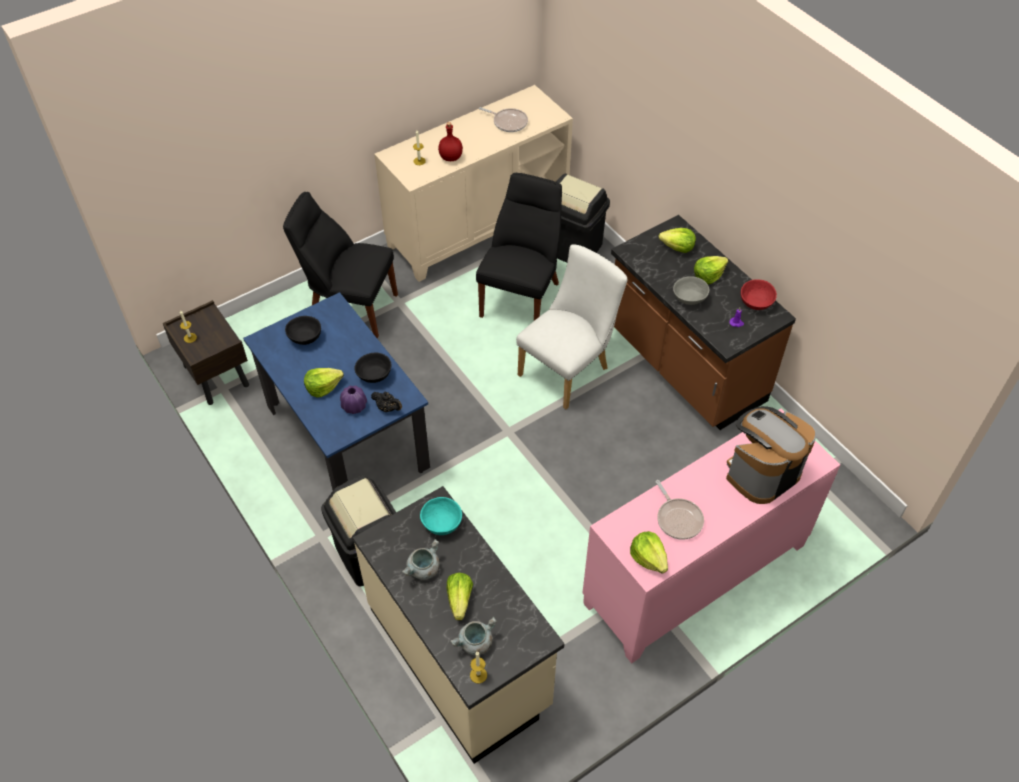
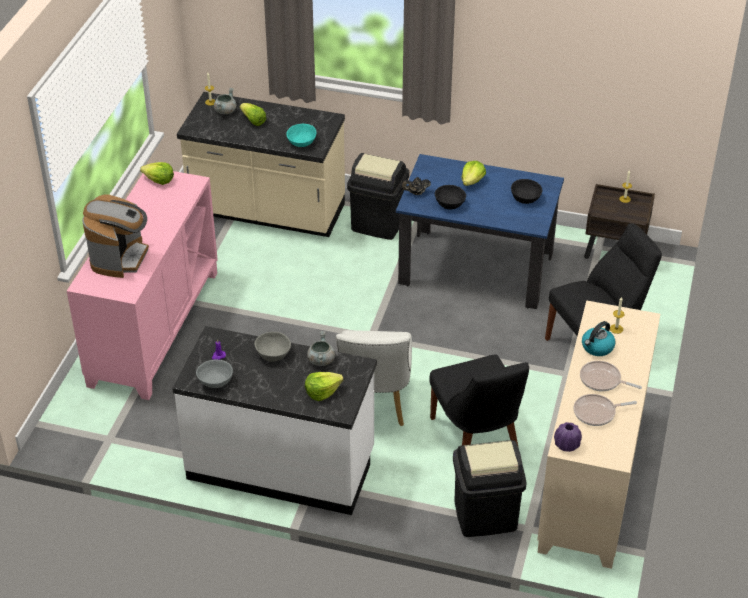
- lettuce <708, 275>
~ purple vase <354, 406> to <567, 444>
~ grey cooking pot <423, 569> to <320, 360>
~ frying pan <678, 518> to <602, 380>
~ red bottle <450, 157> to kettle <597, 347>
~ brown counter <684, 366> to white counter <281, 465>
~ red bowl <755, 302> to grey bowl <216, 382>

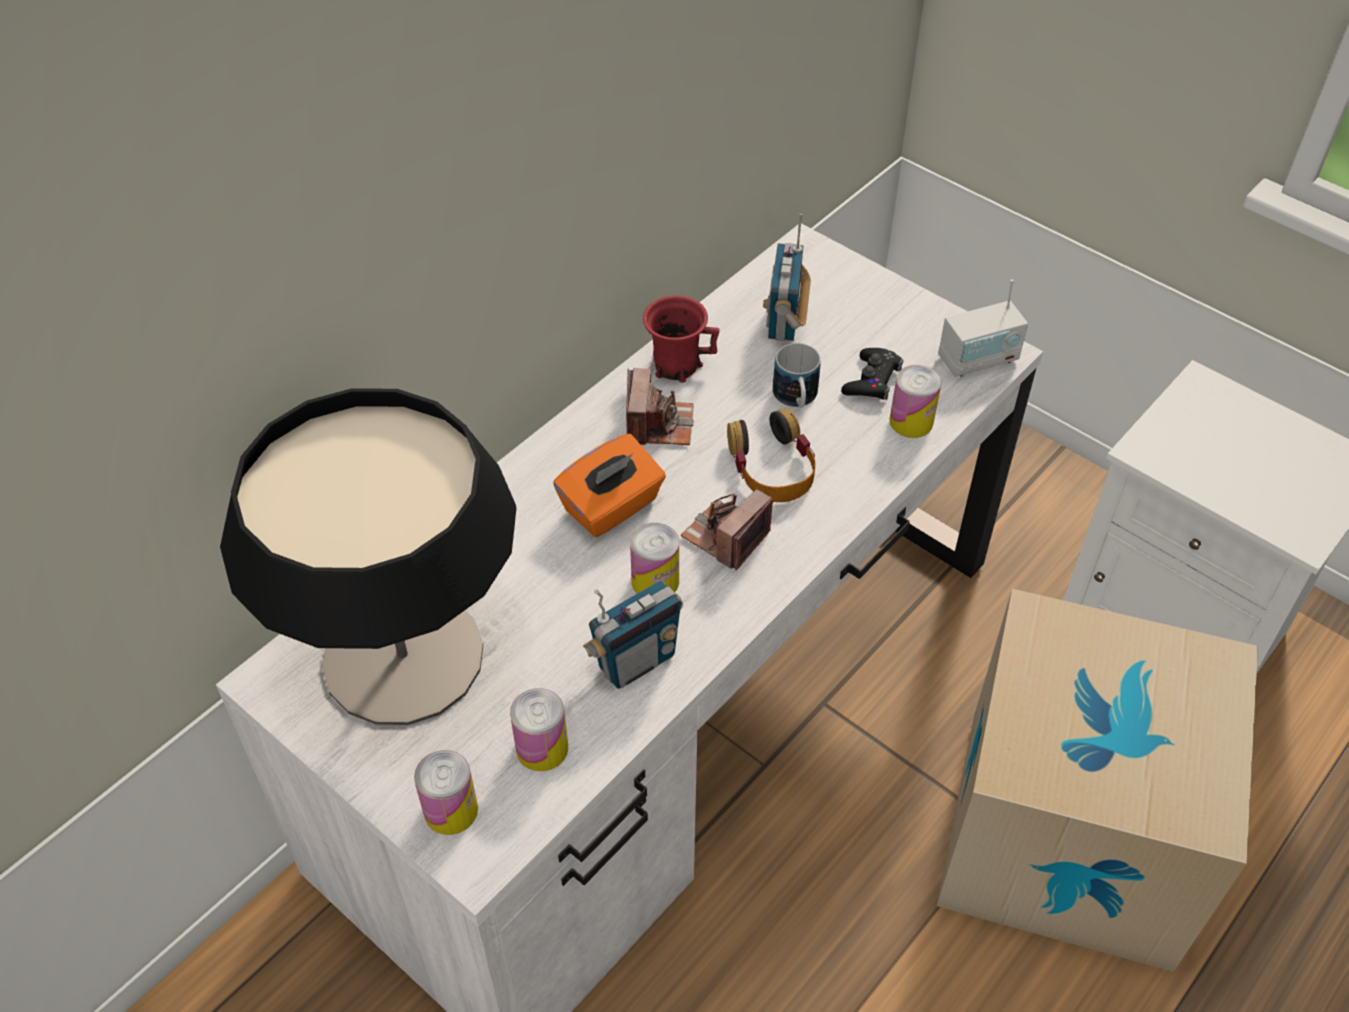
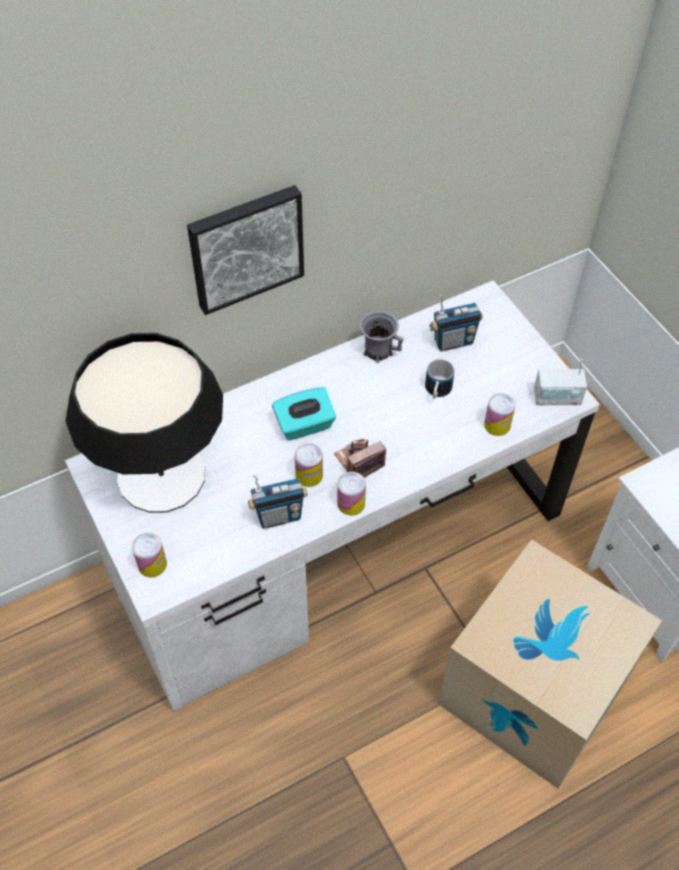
- photo camera <658, 424>
- headphones <772, 466>
- black game controller <872, 380>
+ picture <245, 247>
~ can <542, 748> to <351, 503>
~ orange tissue box <612, 507> to turquoise tissue box <305, 425>
~ red mug <676, 364> to grey mug <378, 350>
~ radio <784, 322> = <453, 342> 135 degrees counterclockwise

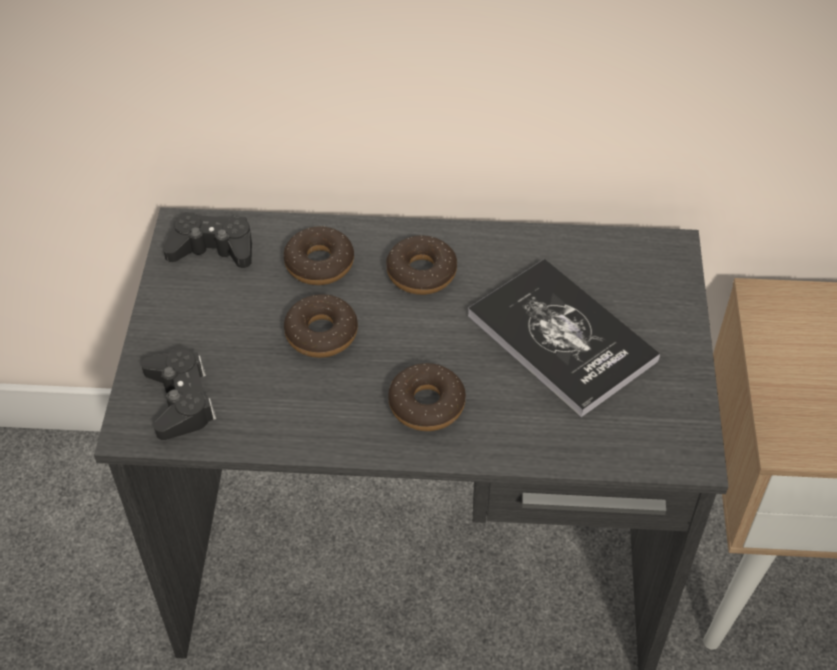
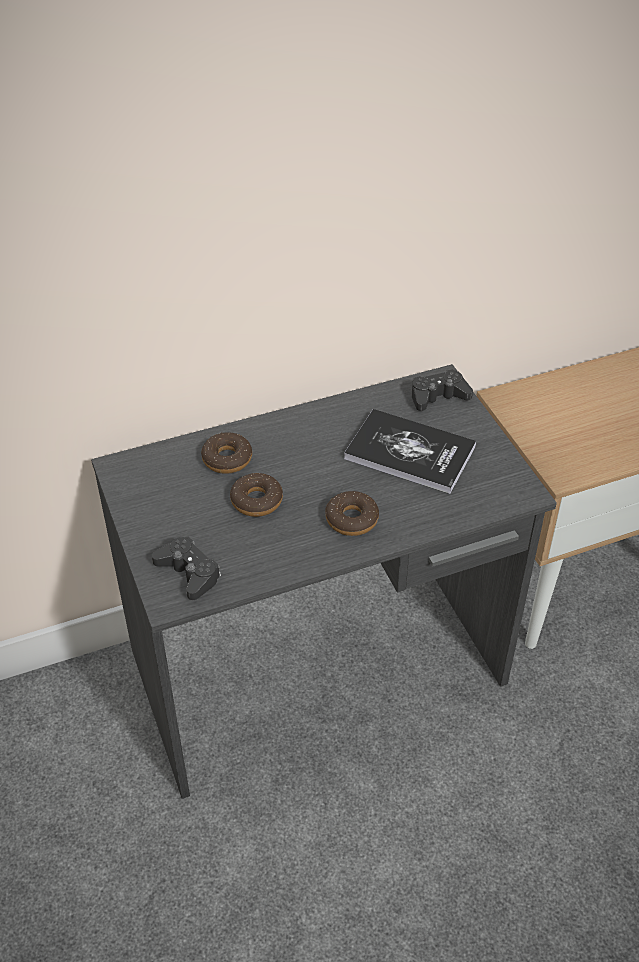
- donut <421, 273>
~ black game controller <213, 248> to <438, 396>

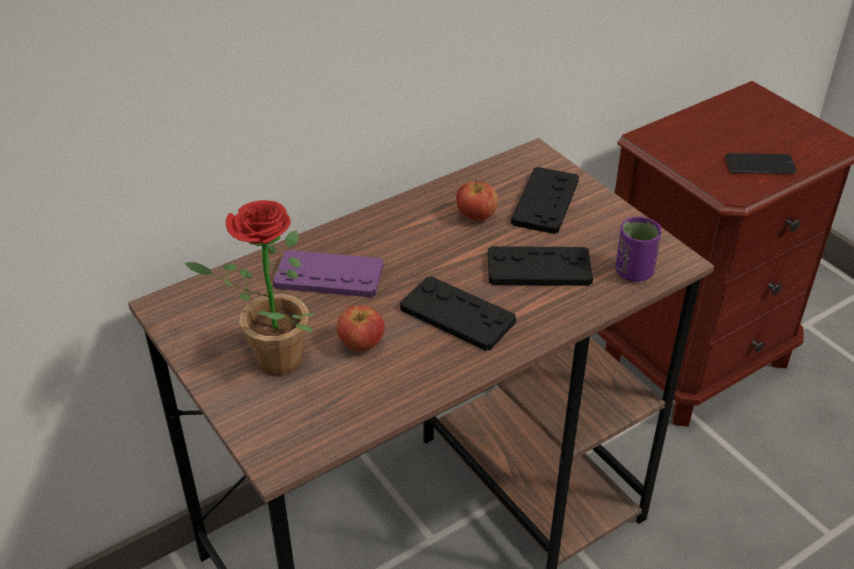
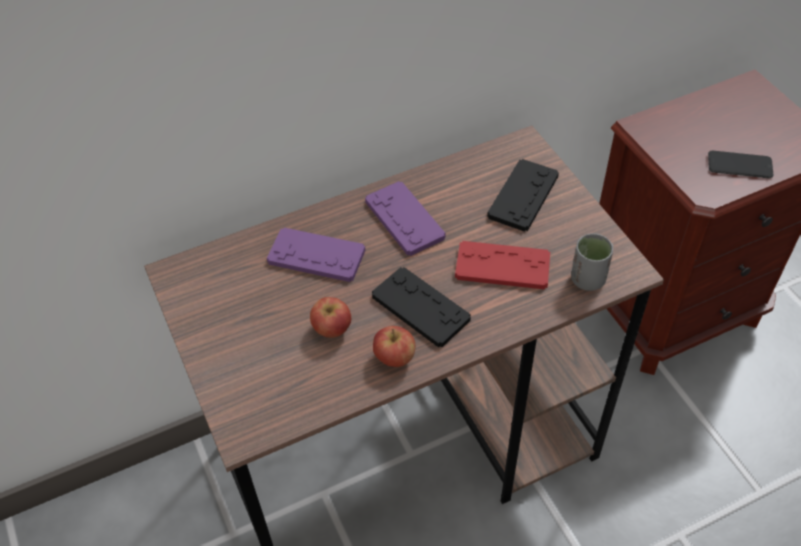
- potted plant <269, 362>
+ purple game controller <404, 219>
~ apple <476, 216> to <394, 358>
~ black game controller <539, 268> to red game controller <502, 266>
~ purple cup <633, 272> to grey cup <587, 279>

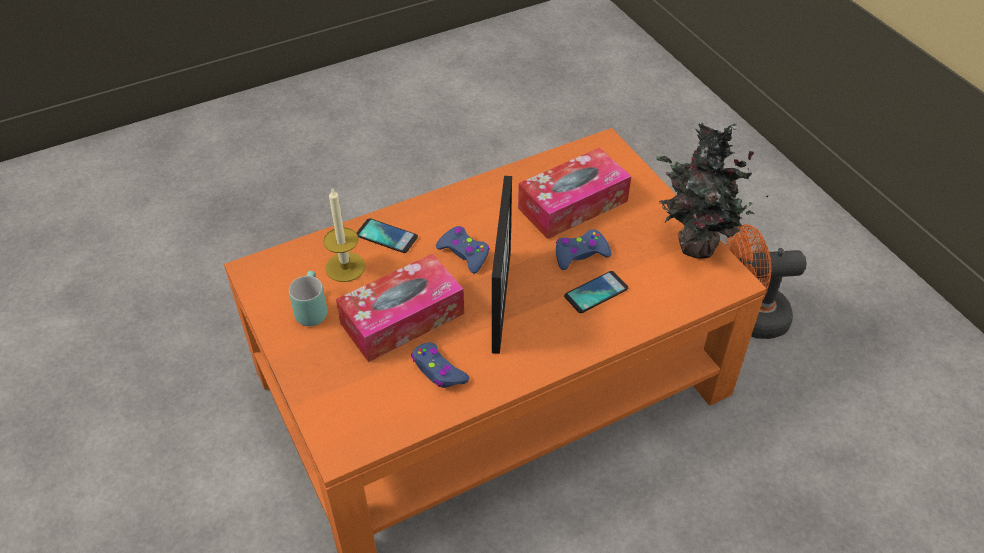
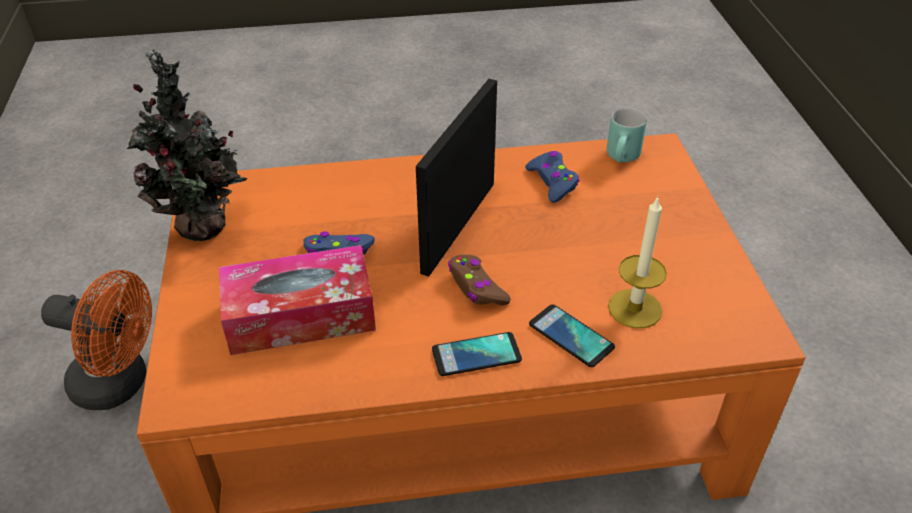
- tissue box <402, 318>
~ turquoise mug <310, 309> to <624, 159>
~ phone <596, 292> to <476, 355>
~ blue game controller <464, 253> to brown game controller <476, 287>

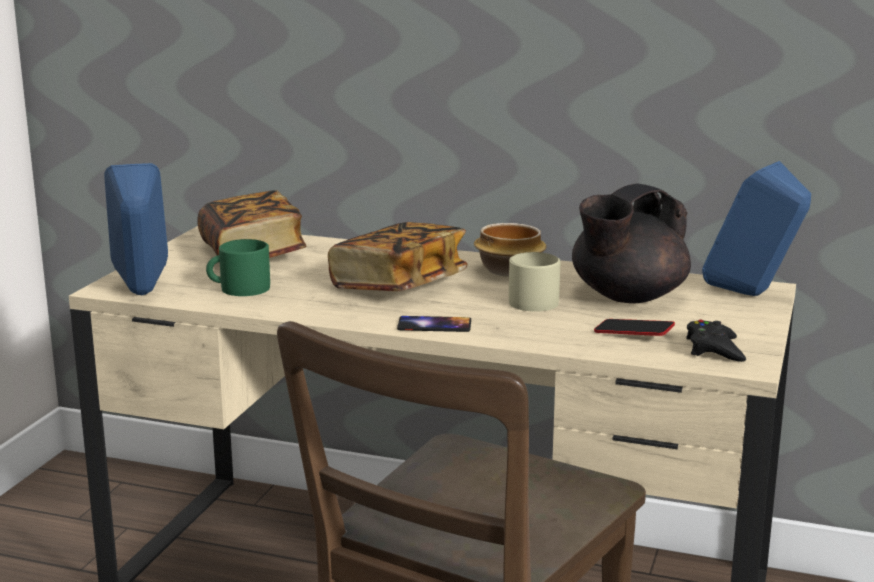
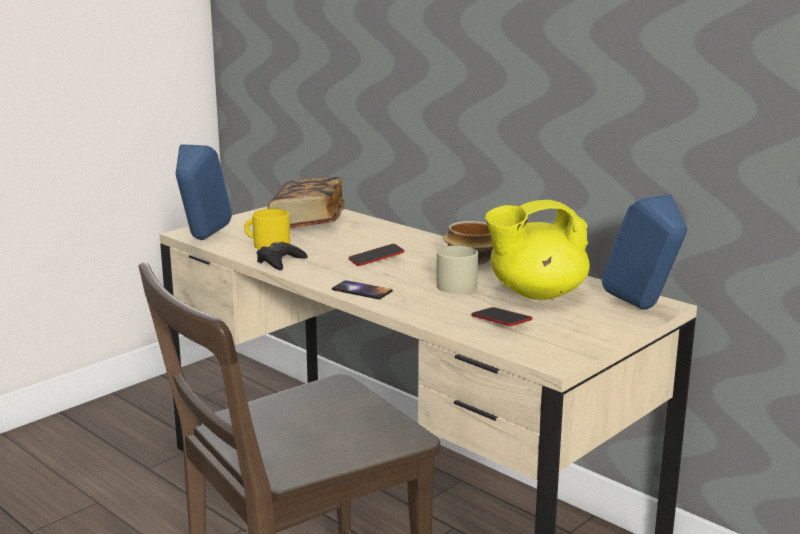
~ black game controller <714, 349> to <280, 261>
~ book <398, 285> to phone <376, 259>
~ green mug <239, 288> to yellow mug <267, 244>
~ black teapot <627, 297> to yellow teapot <535, 293>

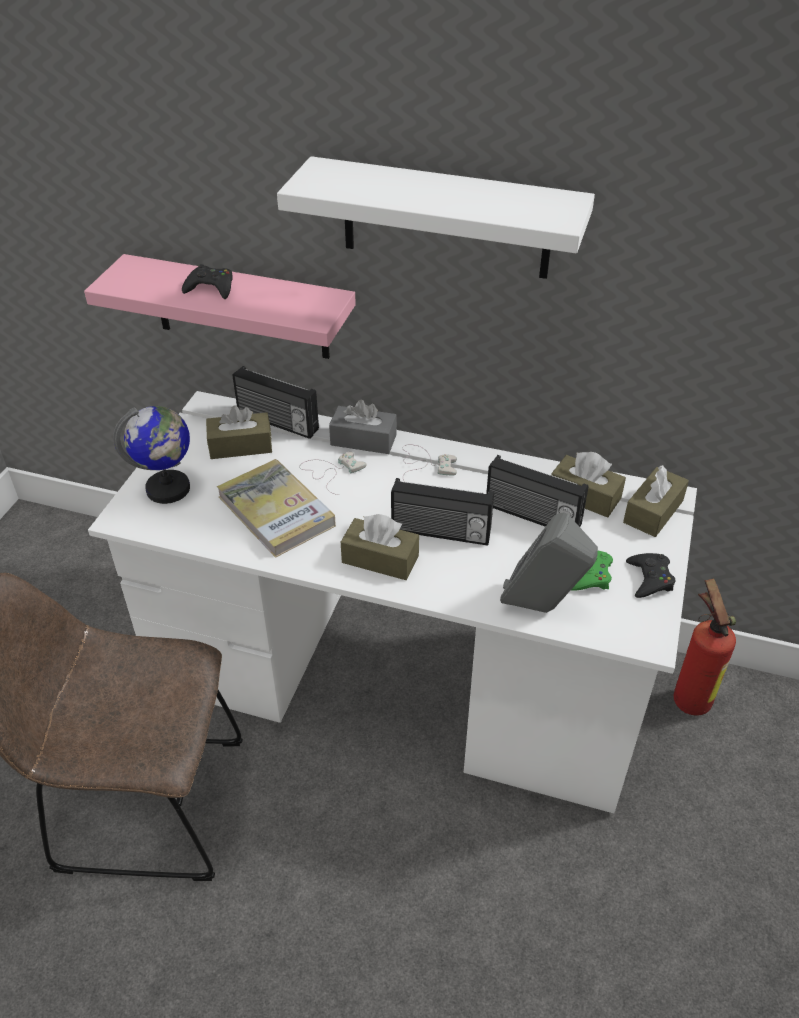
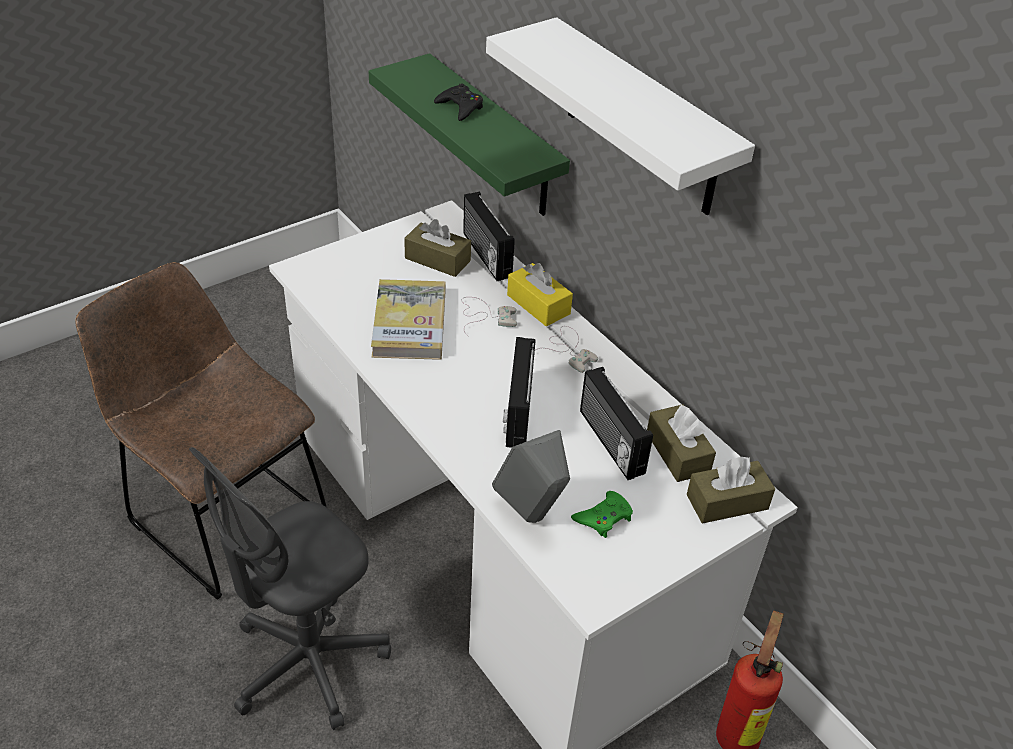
- globe <168, 489>
- brown tissue box <380, 559>
- black game controller <649, 579>
+ grey office chair <308, 663>
~ pink shelf <240, 308> to green shelf <494, 138>
~ grey tissue box <363, 440> to yellow tissue box <538, 304>
~ radio <440, 533> = <517, 411> 45 degrees clockwise

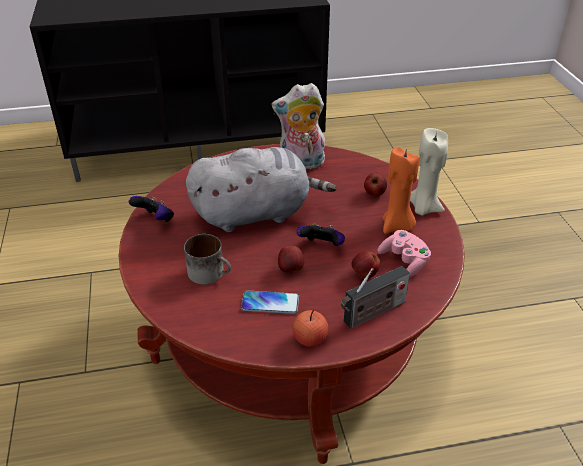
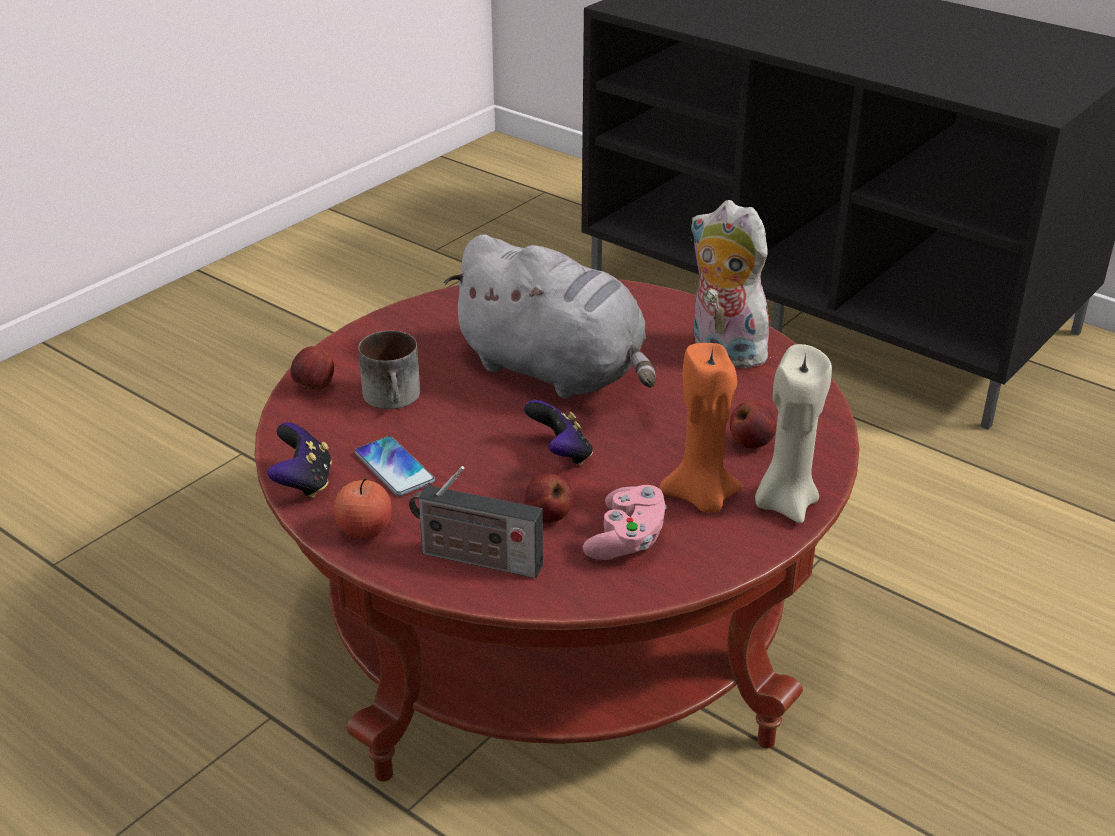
~ game controller <155, 220> to <303, 483>
~ apple <291, 270> to <314, 387>

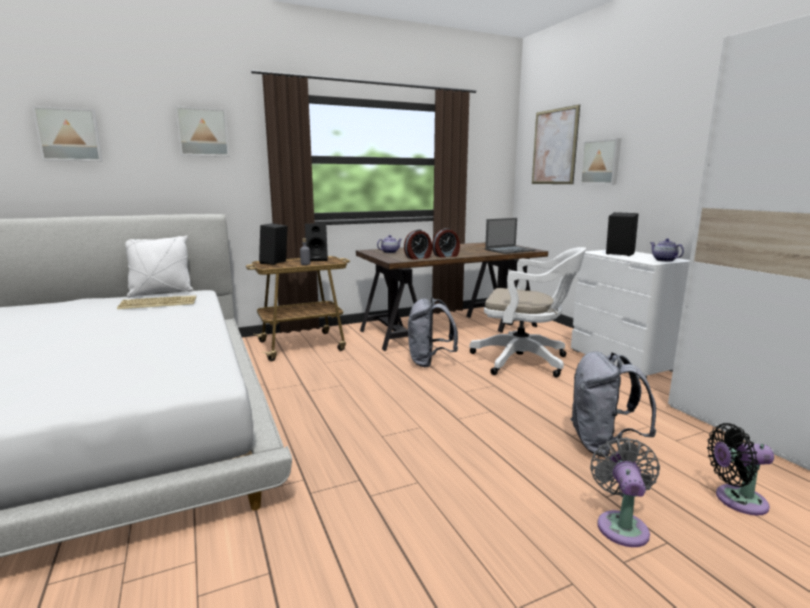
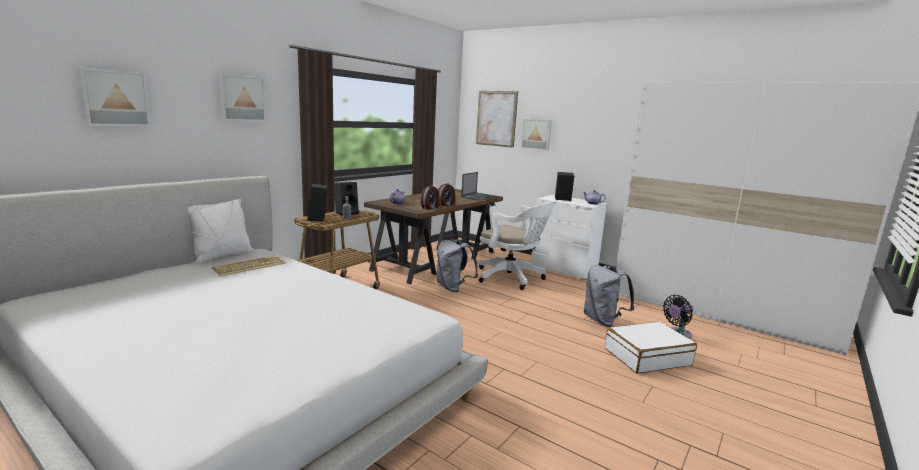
~ grey fan <621, 525> to white suitcase <646, 356>
~ white office chair <525, 361> = <512, 278> 45 degrees clockwise

